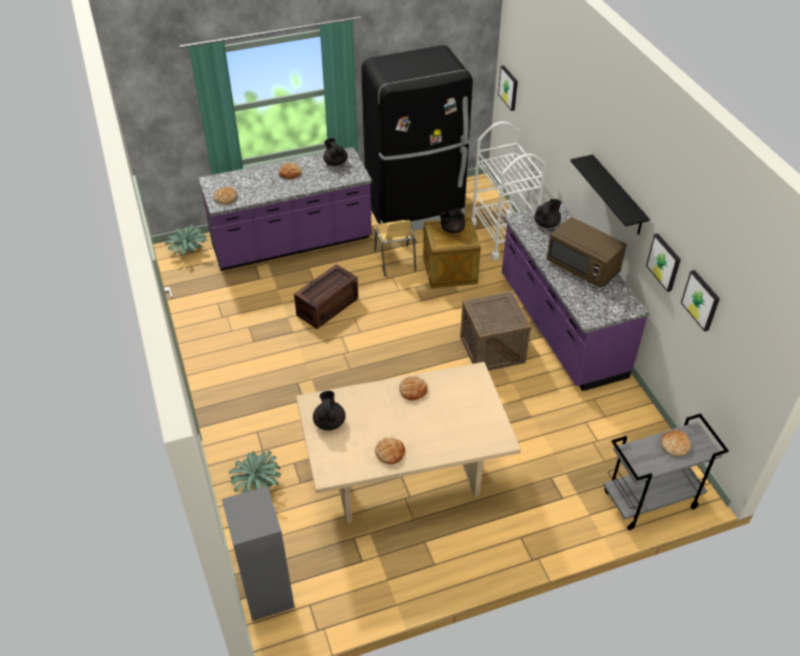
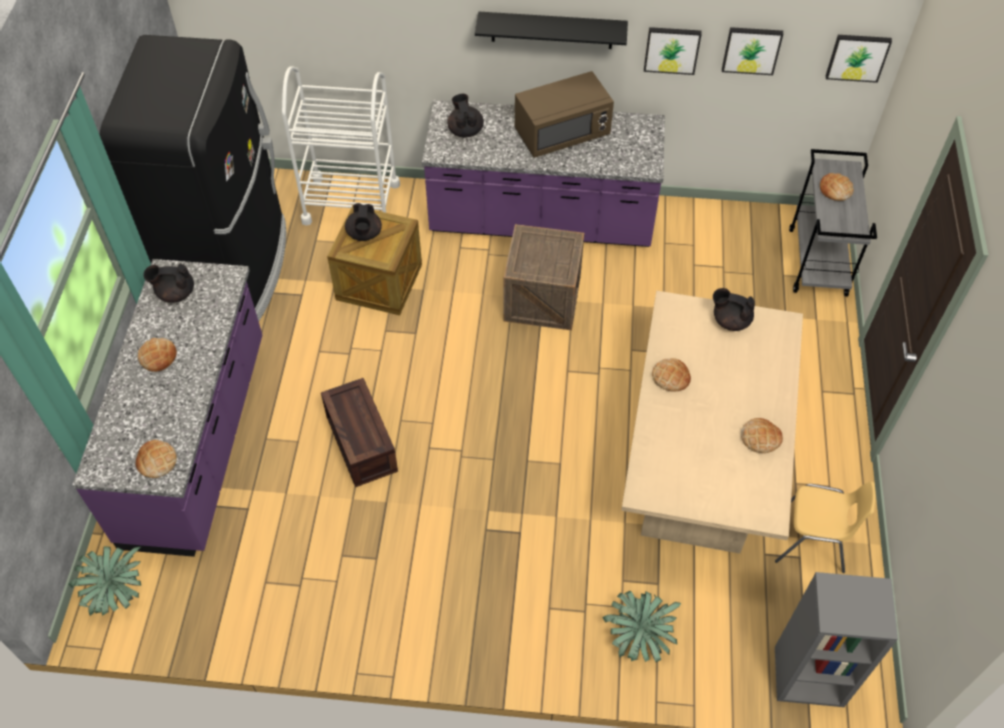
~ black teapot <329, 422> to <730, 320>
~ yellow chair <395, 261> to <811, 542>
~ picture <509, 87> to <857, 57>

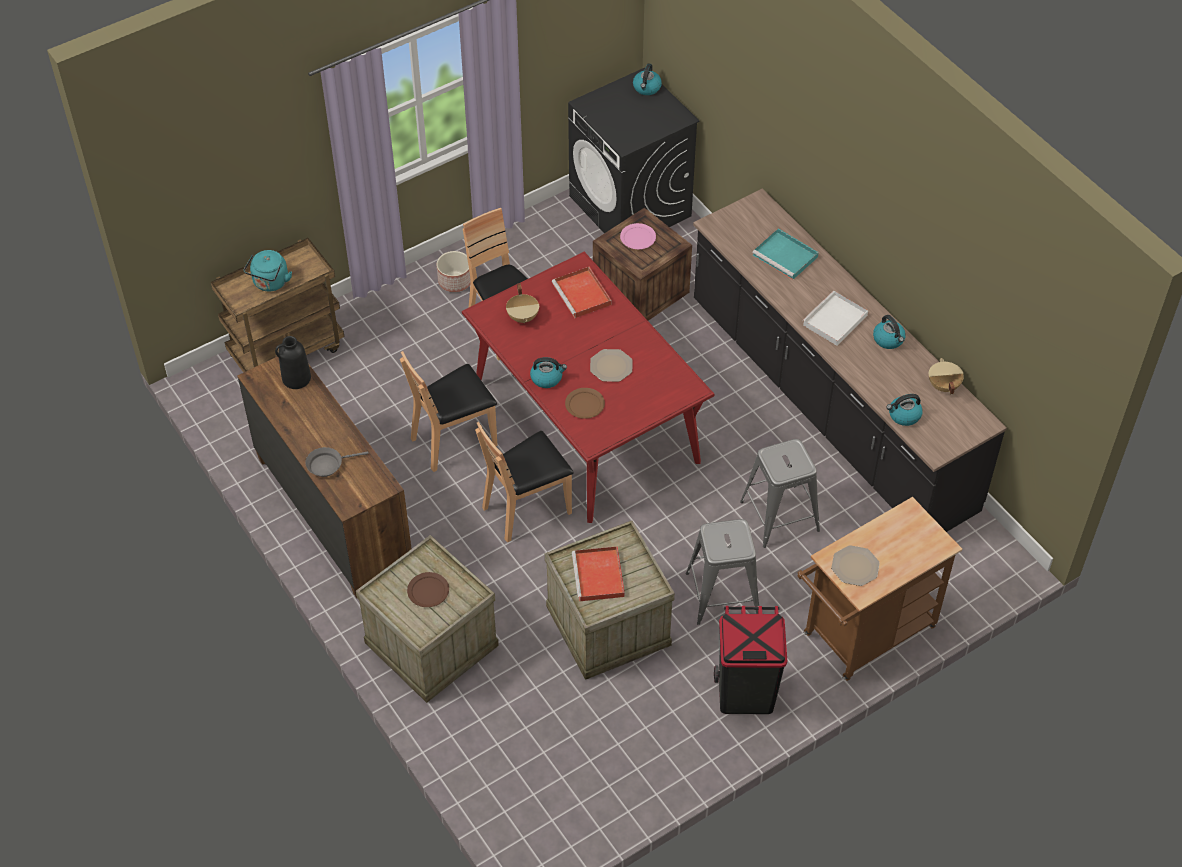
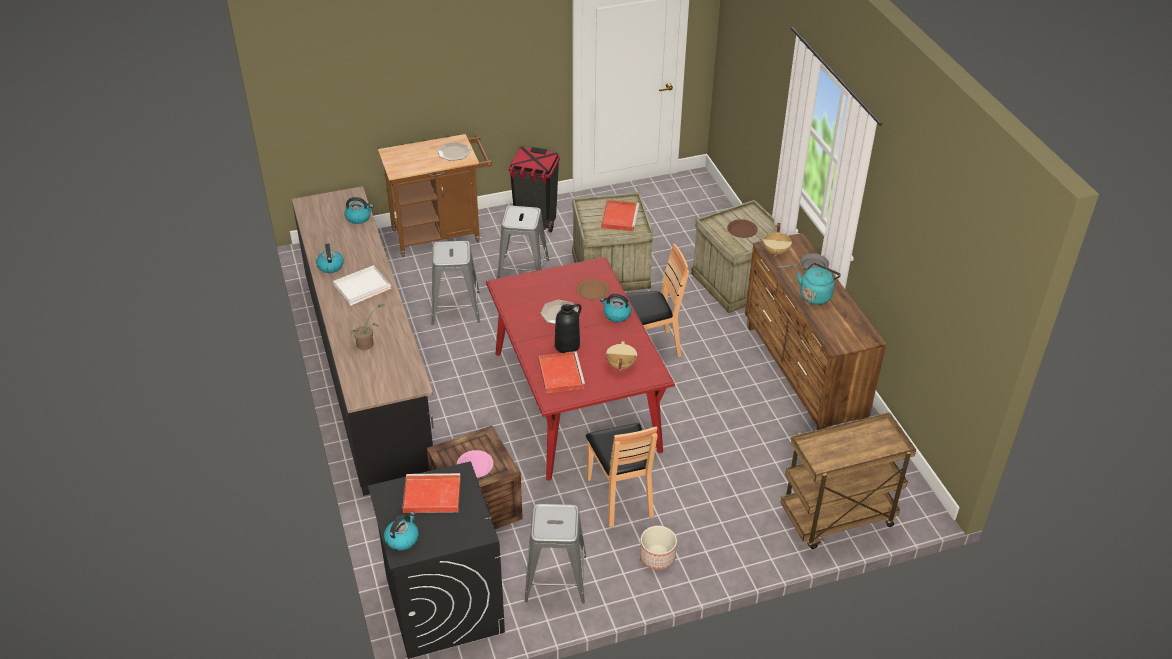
- brown chair <454, 440>
+ red tray <430, 496>
+ grey stool <556, 578>
~ turquoise kettle <270, 283> to <816, 295>
~ black vase <296, 379> to <567, 345>
~ beige cooking pot <943, 386> to <776, 251>
~ turquoise tray <786, 256> to potted plant <367, 343>

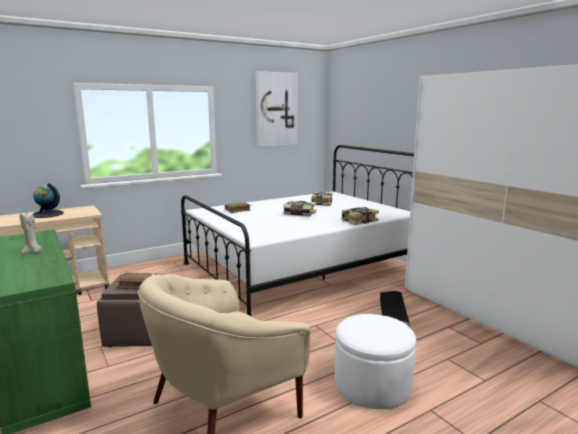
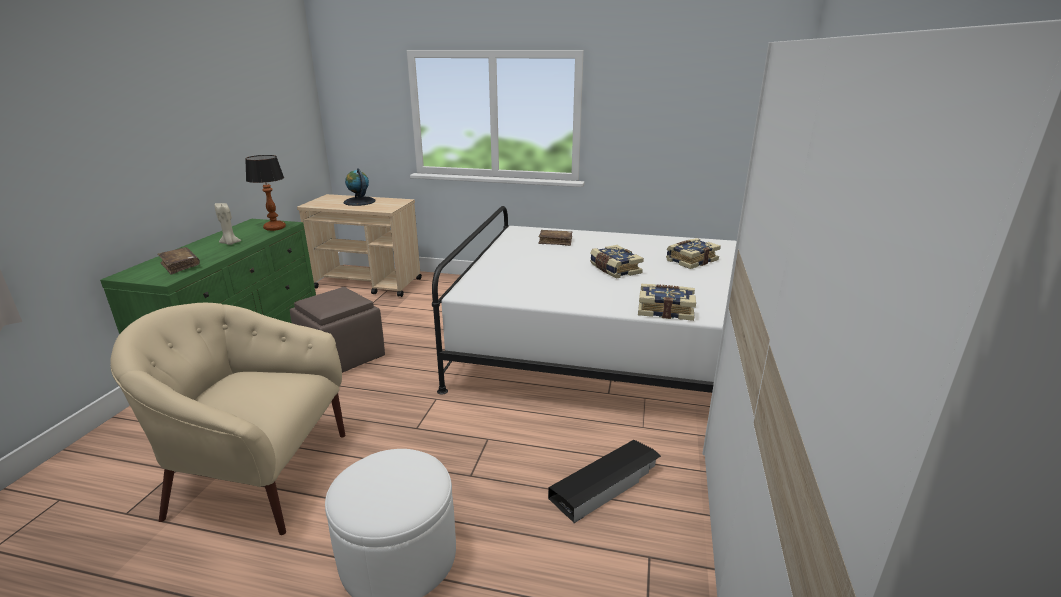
- picture <276, 109>
+ table lamp <275, 228>
~ brown book <138, 284> to <180, 265>

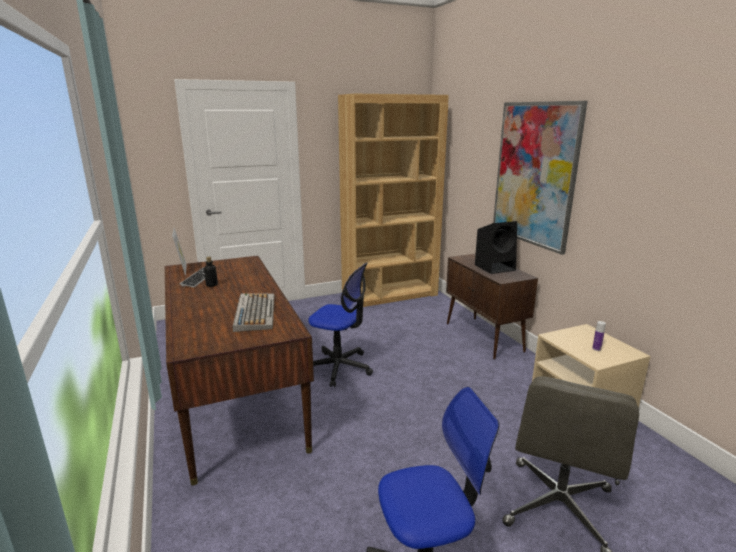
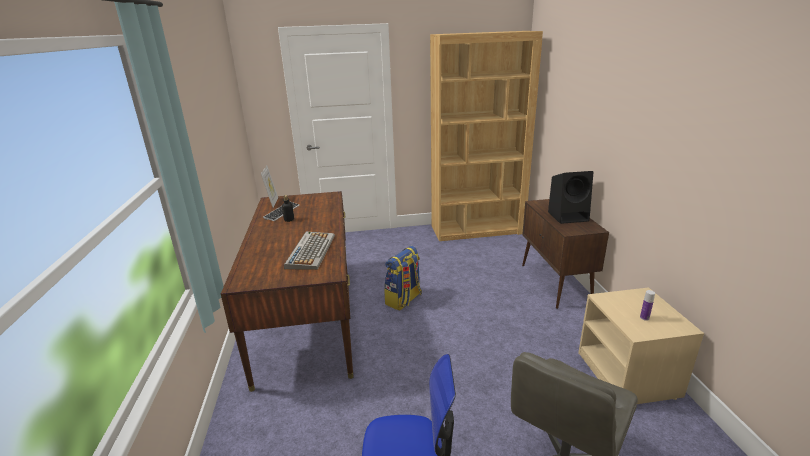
- picture <534, 174>
~ office chair <339, 367> to backpack <404, 300>

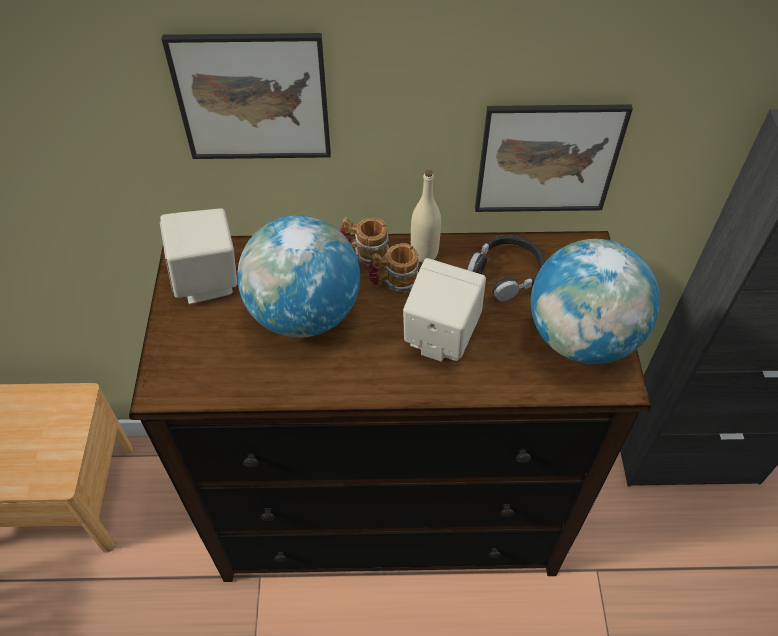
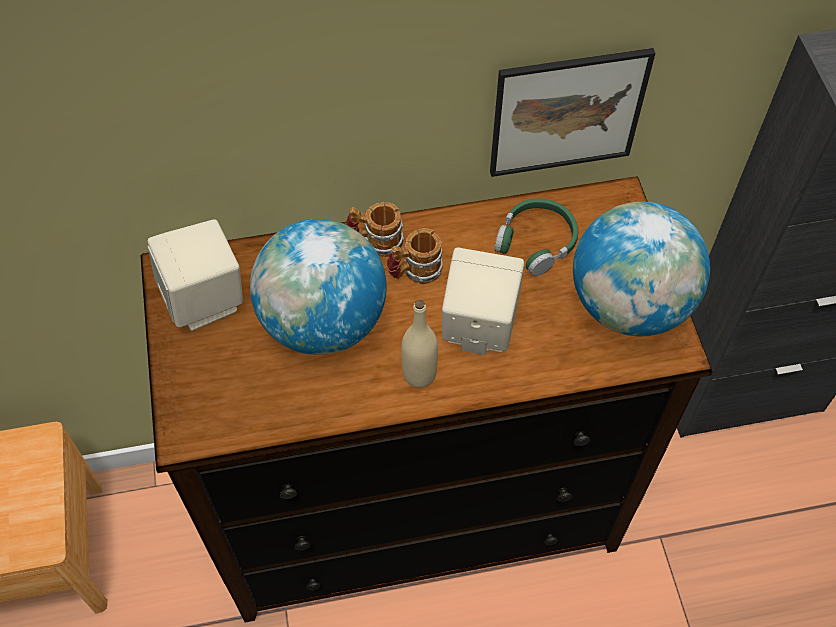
- picture <252, 98>
~ beige bottle <424, 253> to <419, 374>
~ black headphones <506, 272> to green headphones <536, 241>

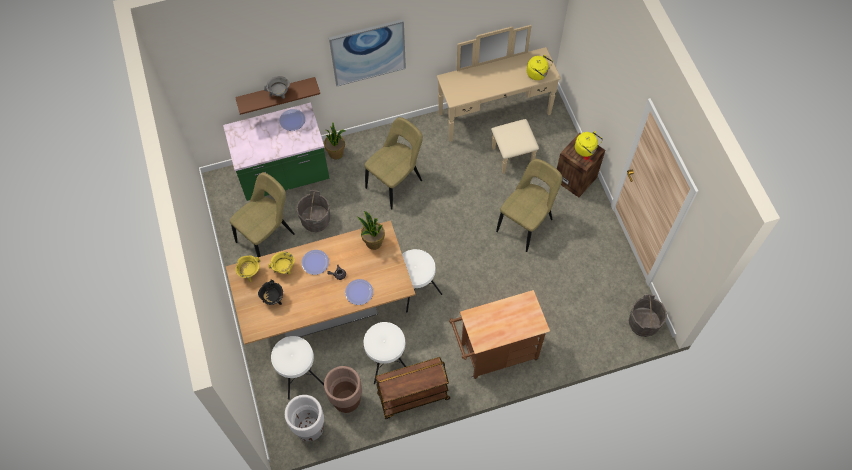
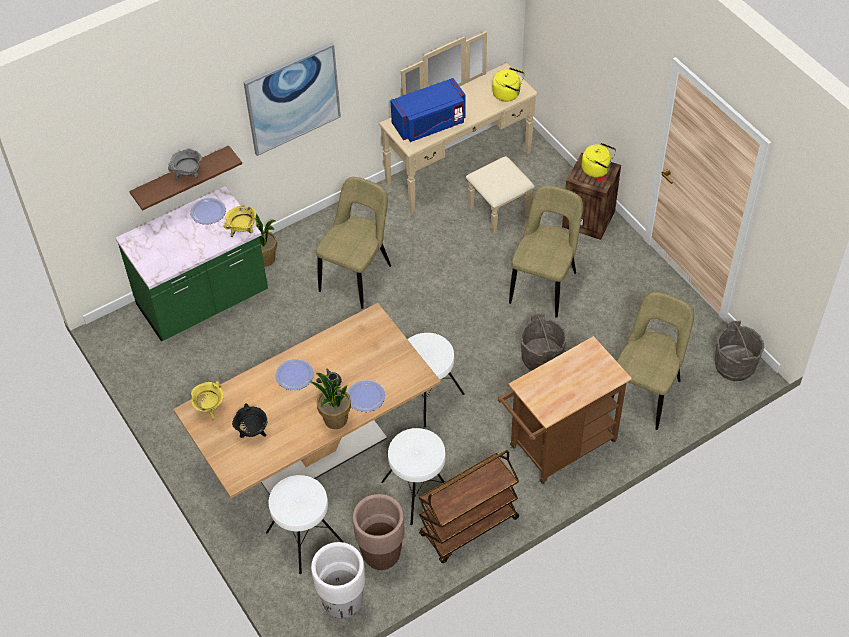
+ blue microwave <429, 124>
~ beige chair <267, 236> to <646, 392>
~ yellow cooking pot <284, 269> to <243, 231>
~ grey bucket <316, 220> to <542, 358>
~ potted plant <373, 242> to <335, 420>

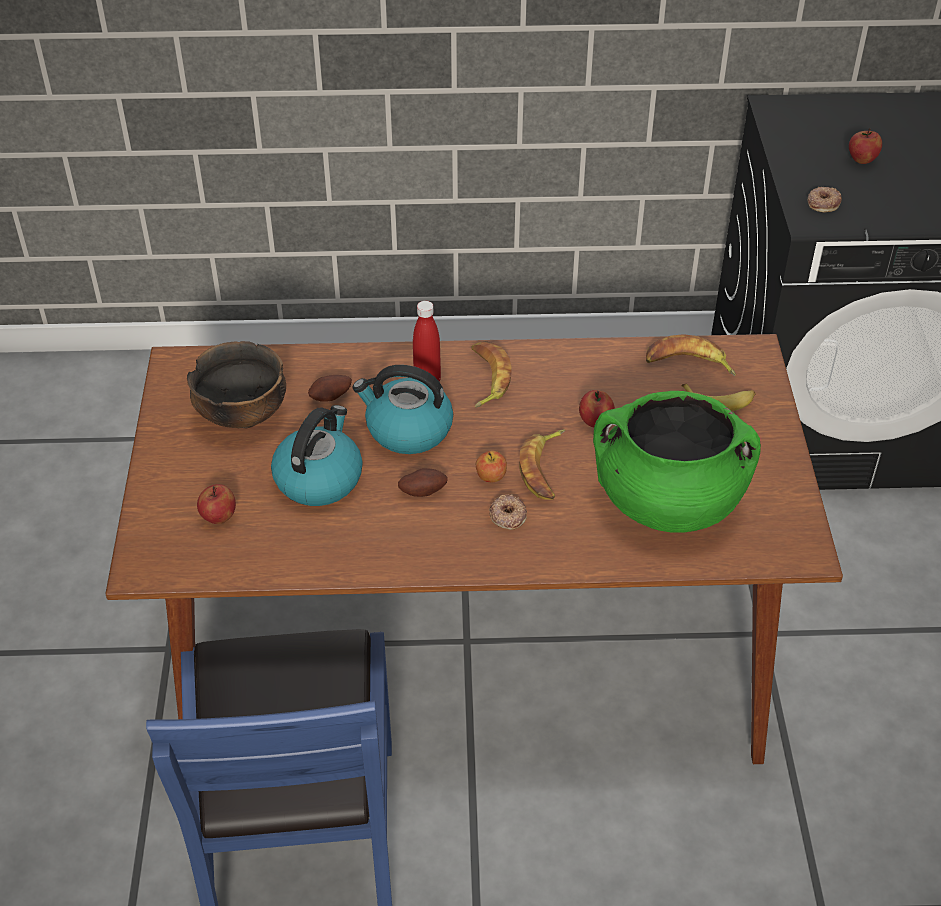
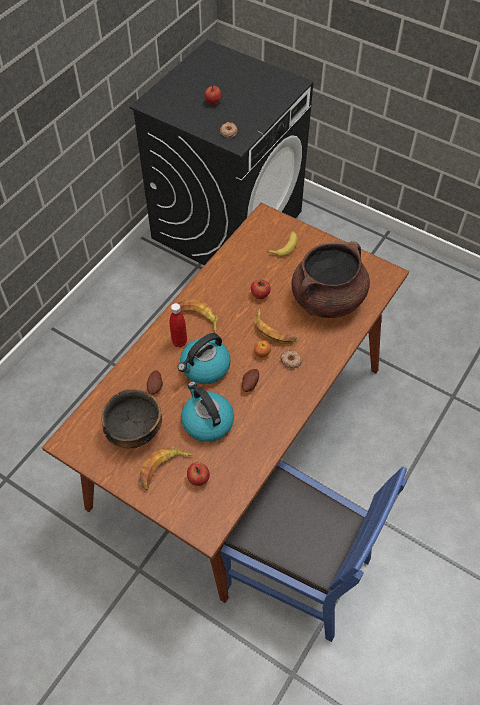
~ banana <688, 364> to <163, 469>
~ green cooking pot <668, 501> to brown cooking pot <327, 300>

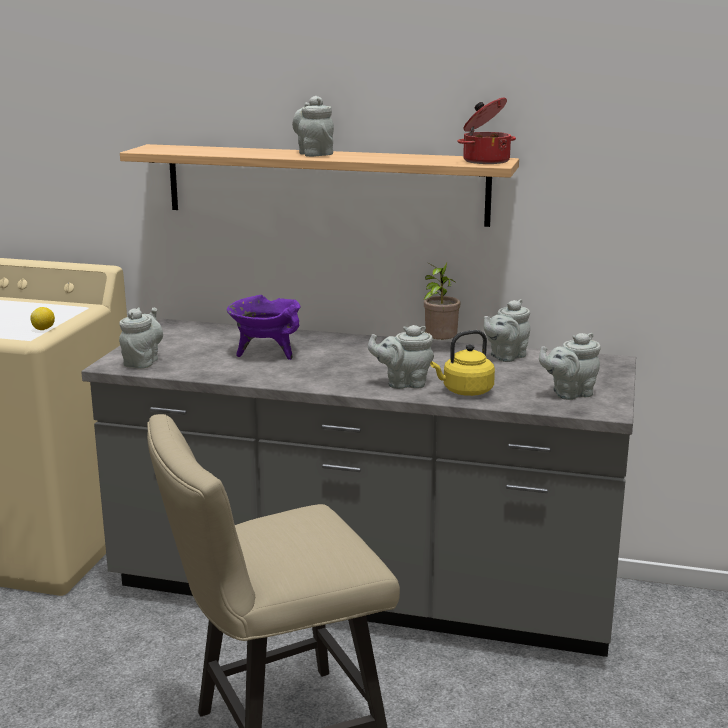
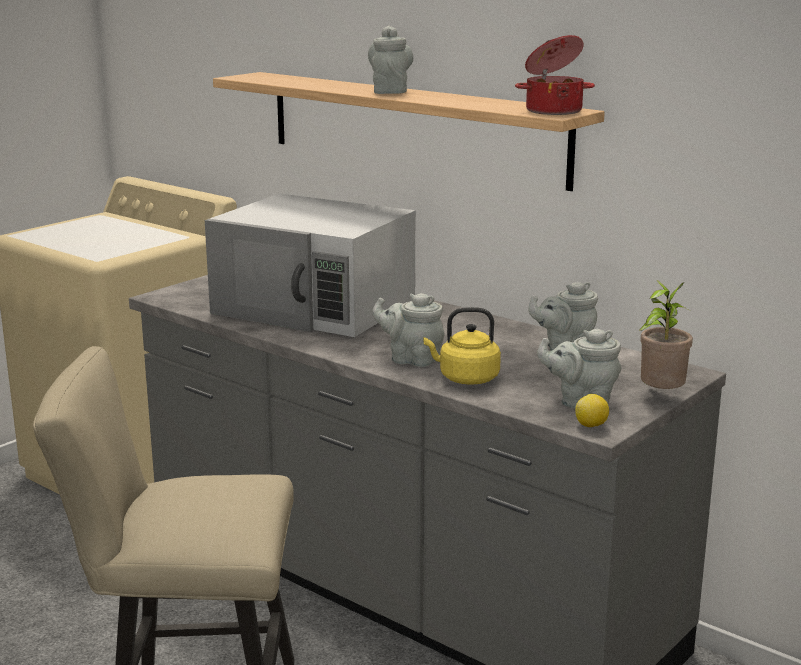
- grey teapot <142, 362>
~ lemon <44, 329> to <591, 425>
~ potted plant <439, 346> to <660, 396>
~ purple cooking pot <266, 353> to white microwave <315, 307>

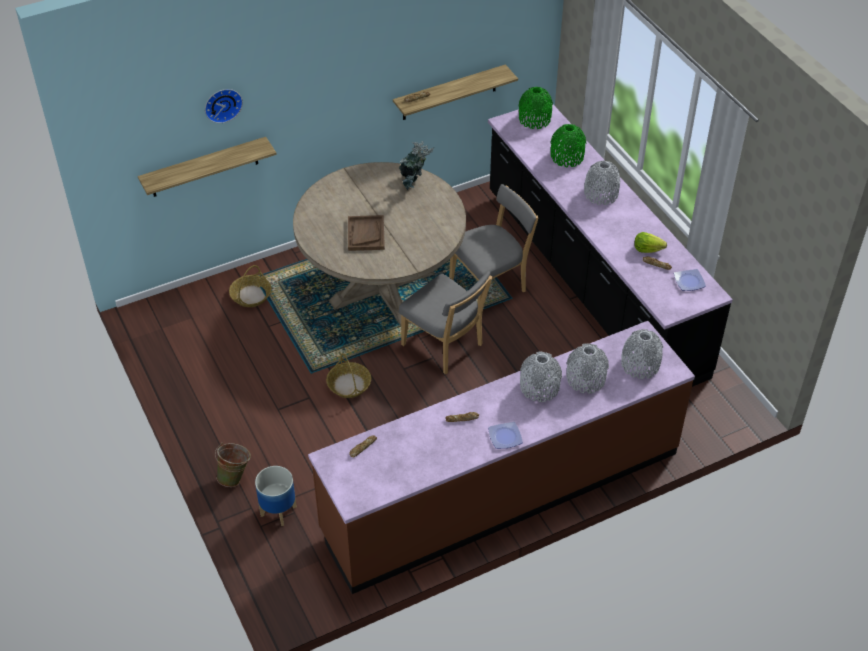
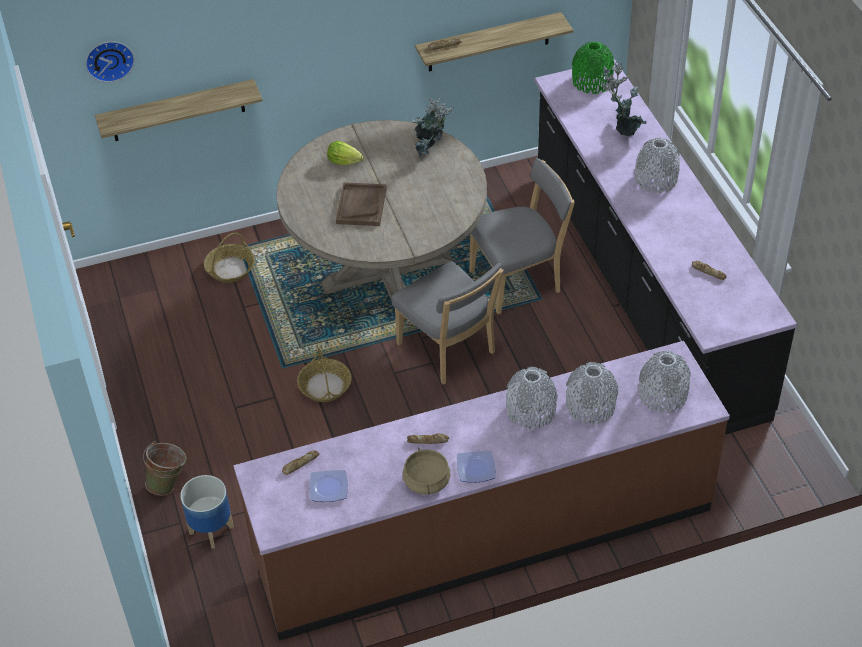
+ beige cooking pot <426, 481>
~ wall clock <222, 104> to <109, 59>
~ lettuce <647, 249> to <344, 161>
~ plate <690, 282> to <329, 488>
~ green vase <567, 157> to potted plant <622, 130>

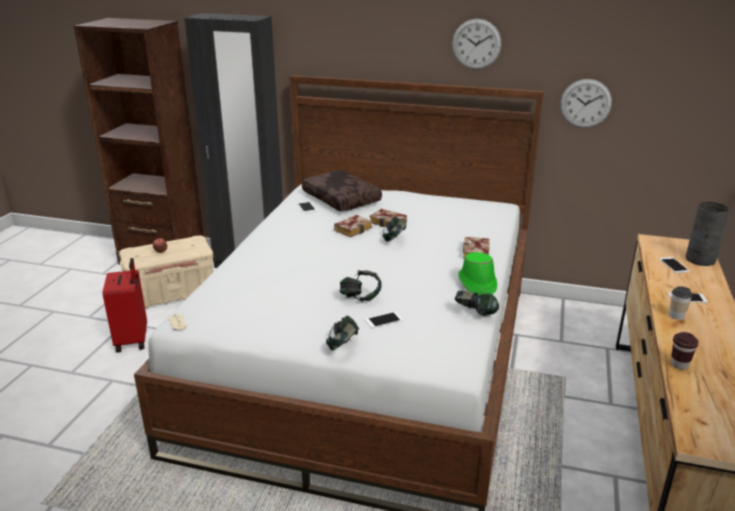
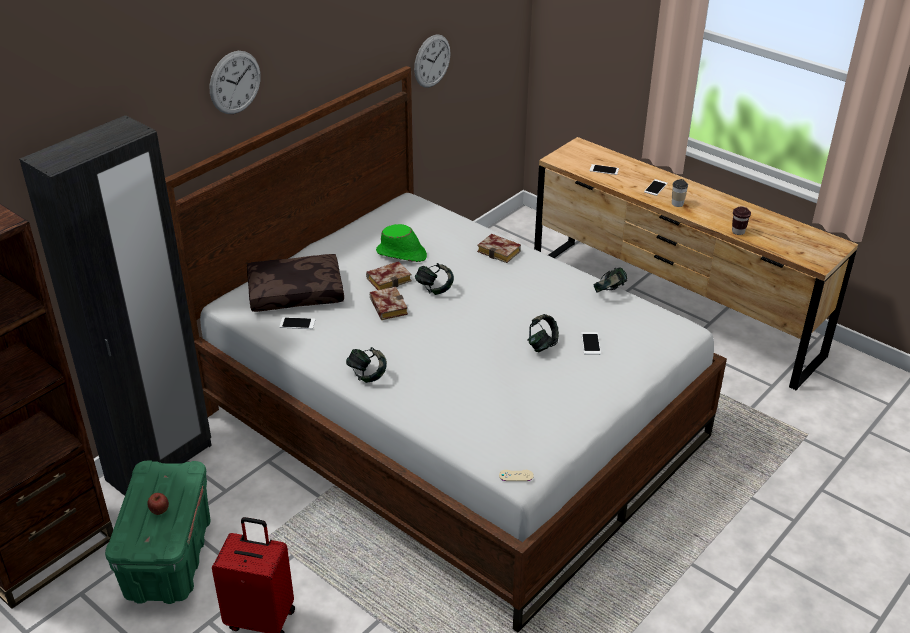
- grey vase <699, 259>
~ headphones <343, 346> to <367, 375>
~ wall clock <476, 44> to <235, 82>
~ green hat <476, 284> to <401, 254>
~ beige storage box <172, 294> to green storage box <168, 557>

